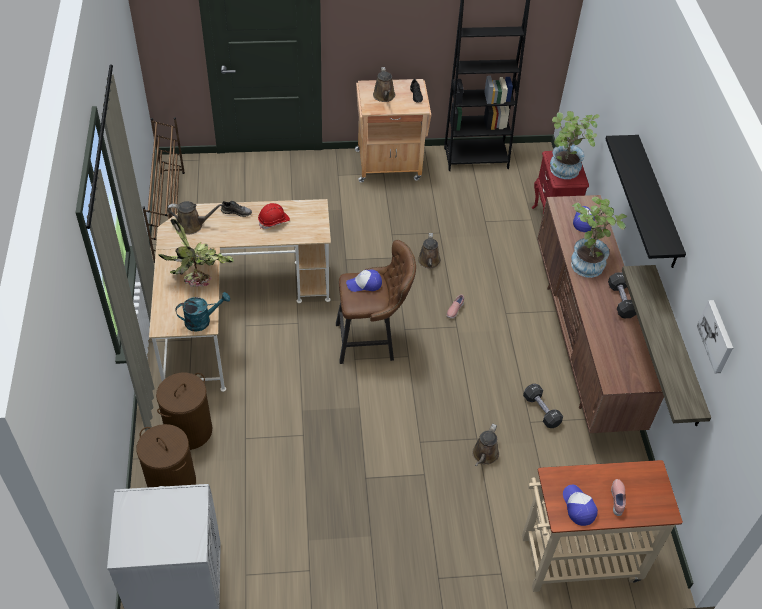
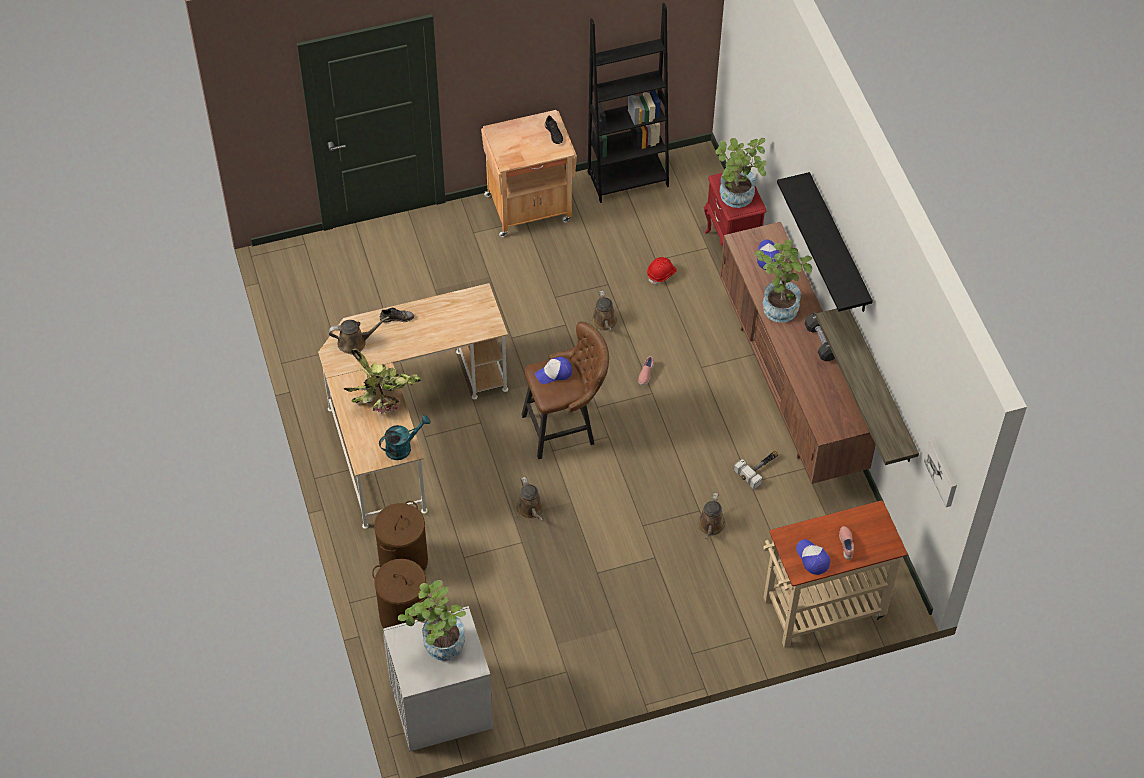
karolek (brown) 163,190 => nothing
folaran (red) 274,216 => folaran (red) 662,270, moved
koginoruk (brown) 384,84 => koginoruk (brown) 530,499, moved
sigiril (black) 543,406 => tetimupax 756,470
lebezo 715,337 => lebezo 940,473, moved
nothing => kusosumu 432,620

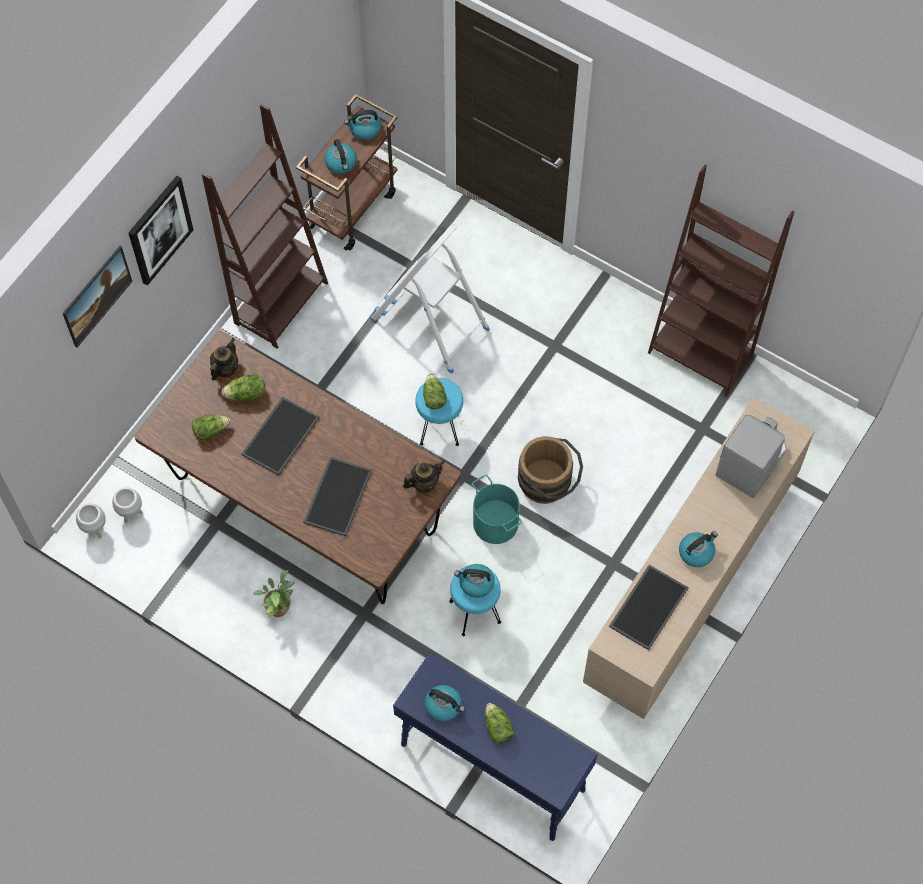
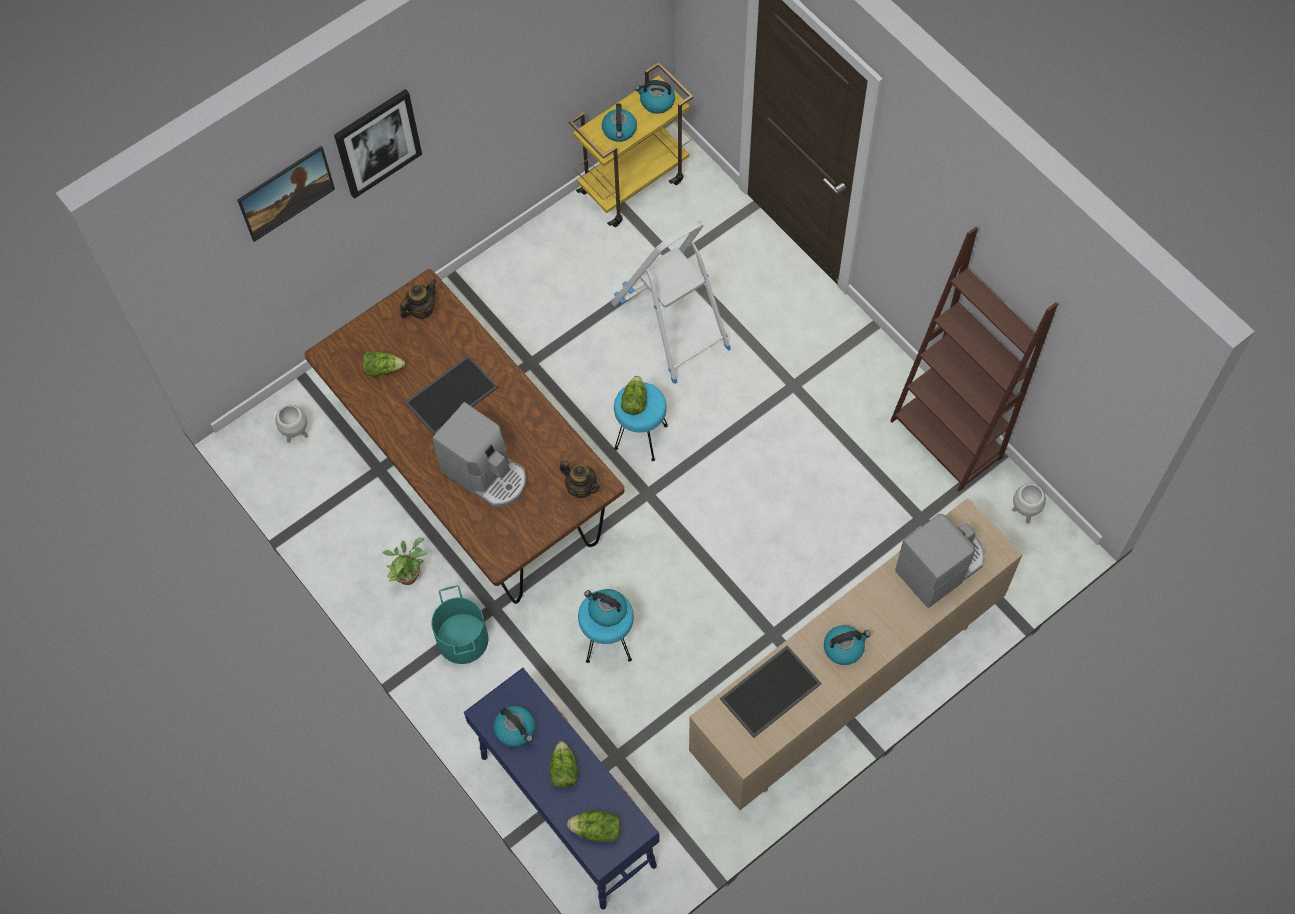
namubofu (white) 91,521 => namubofu (white) 1029,504, moved
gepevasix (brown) 265,226 => nothing
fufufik 243,387 => fufufik 594,826, moved
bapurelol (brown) 347,172 => bapurelol (yellow) 631,144
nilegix 337,496 => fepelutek 479,454
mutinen 424,477 => mutinen 580,479, 45 degrees clockwise
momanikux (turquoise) 497,509 => momanikux (turquoise) 459,624, moved
momanikux (brown) 550,470 => nothing

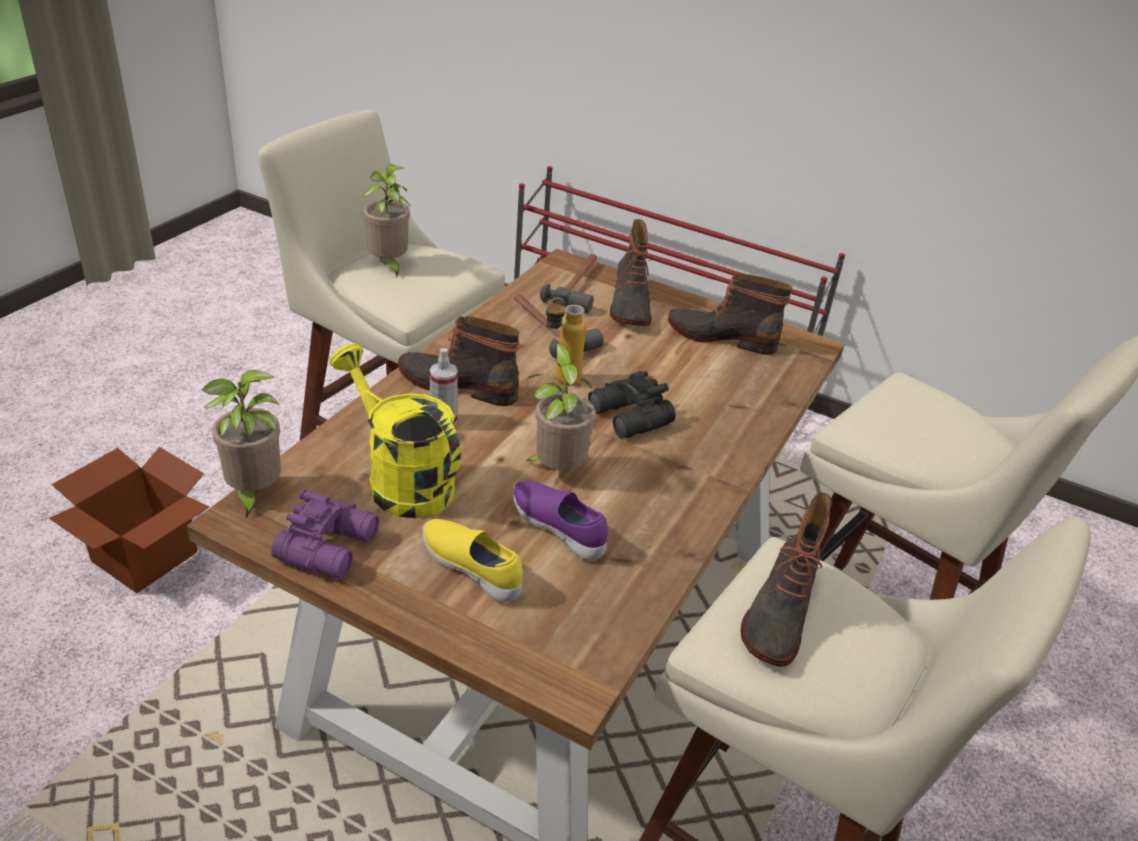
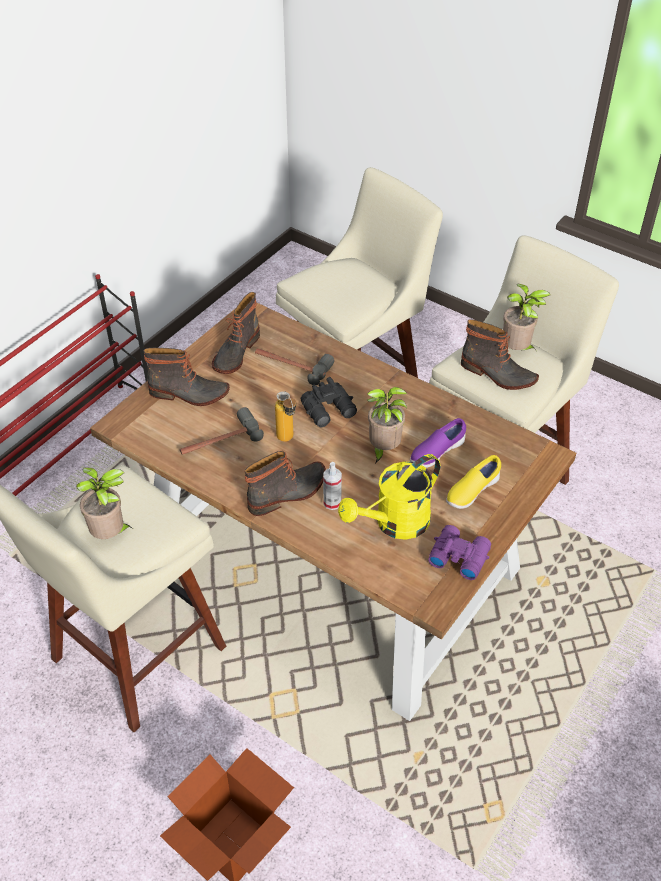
kusosumu 241,445 => kusosumu 526,317, moved
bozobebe 459,361 => bozobebe 285,483, 150 degrees counterclockwise
tetimupax 568,283 => tetimupax 295,366, moved

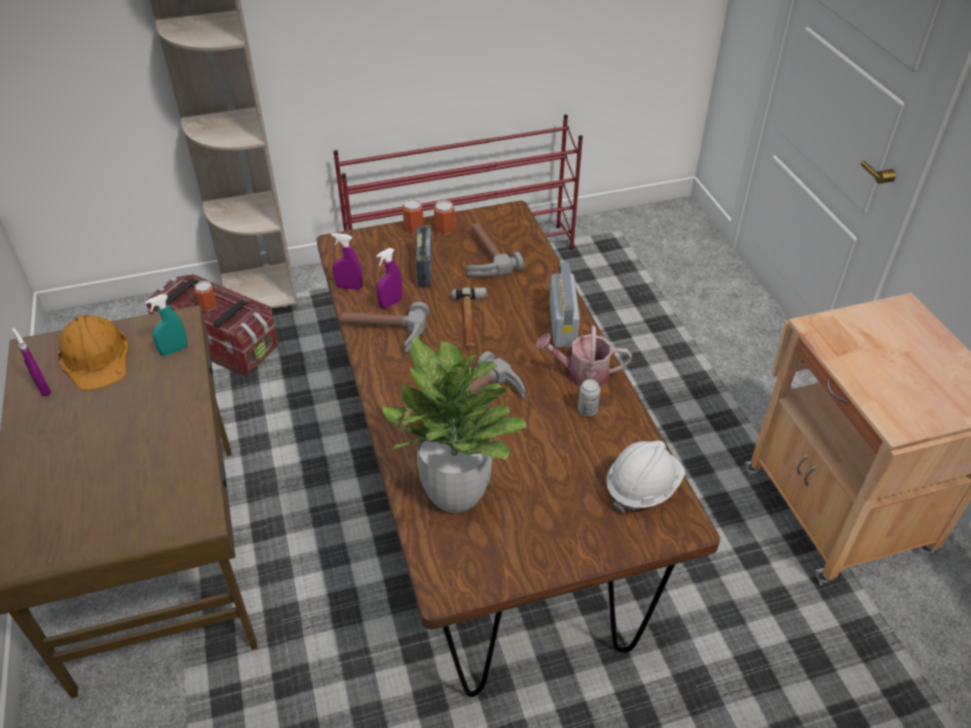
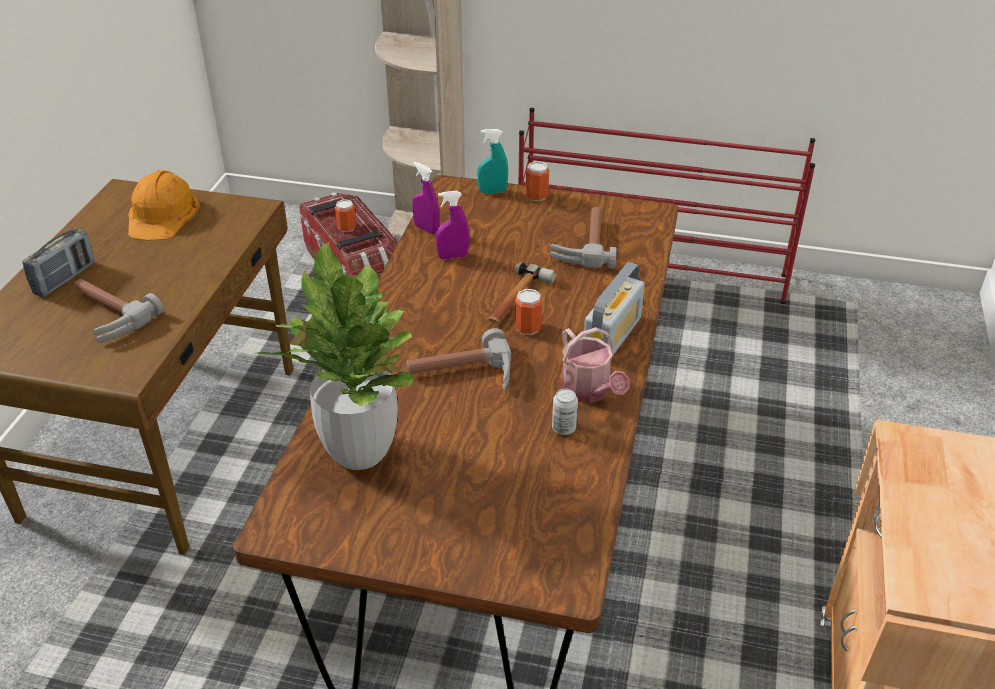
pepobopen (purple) 31,362 => nothing
pepobopen (turquoise) 166,325 => pepobopen (turquoise) 492,161, moved
tetimupax 385,327 => tetimupax 119,310, moved
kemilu 424,255 => kemilu 58,262, moved
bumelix 444,217 => bumelix 528,312, moved
koginoruk 584,356 => koginoruk 595,365, 150 degrees counterclockwise
folaran (white) 645,477 => nothing

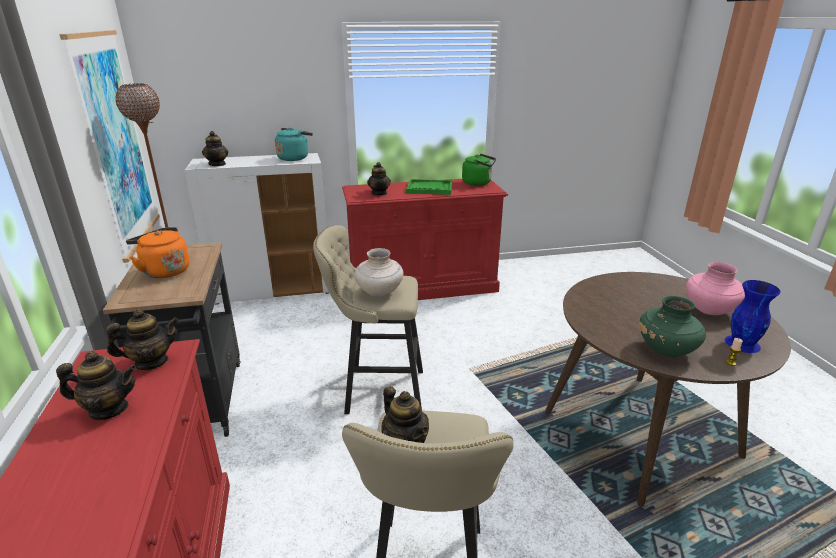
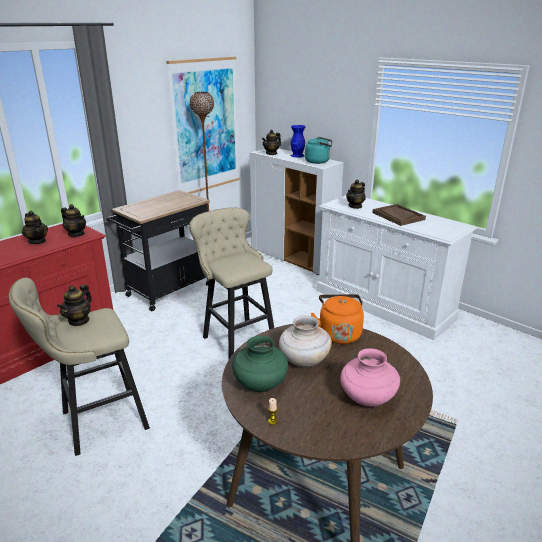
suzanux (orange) 157,252 => suzanux (orange) 337,319, moved
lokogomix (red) 425,239 => lokogomix (white) 396,267
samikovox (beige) 379,272 => samikovox (beige) 305,341, moved
nilegix (green) 429,187 => nilegix (brown) 399,215
suzanux (green) 479,170 => nothing
samikovox (blue) 753,316 => samikovox (blue) 298,141, moved

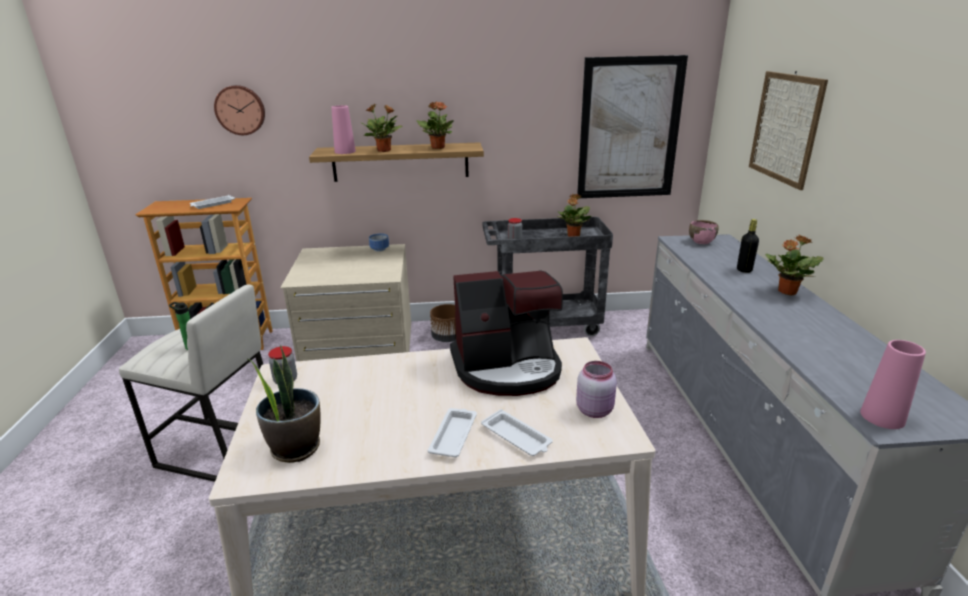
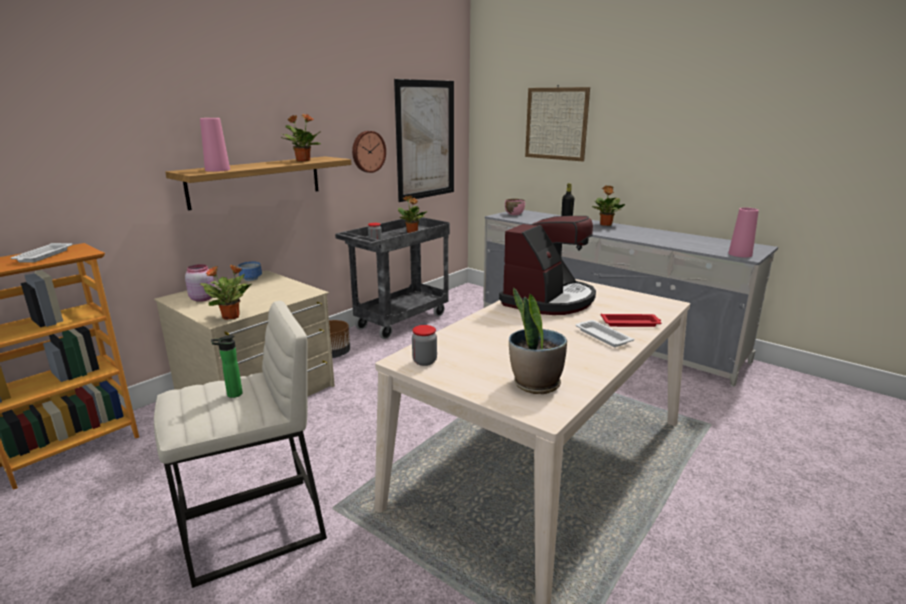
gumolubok 239,110 => gumolubok 369,152, moved
kusosumu 382,128 => kusosumu 225,292, moved
nilegix (white) 517,432 => nilegix (red) 631,320
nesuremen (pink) 596,389 => nesuremen (pink) 199,283, moved

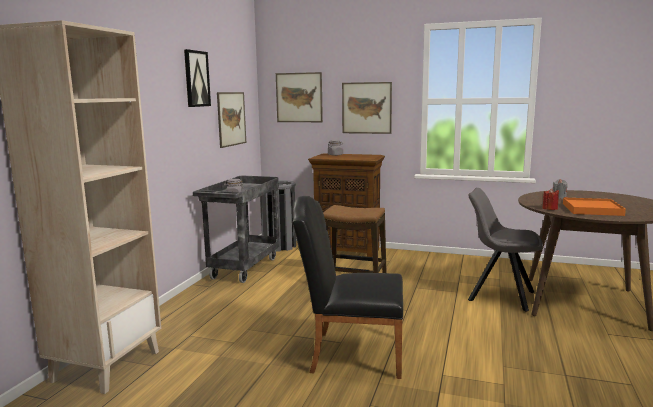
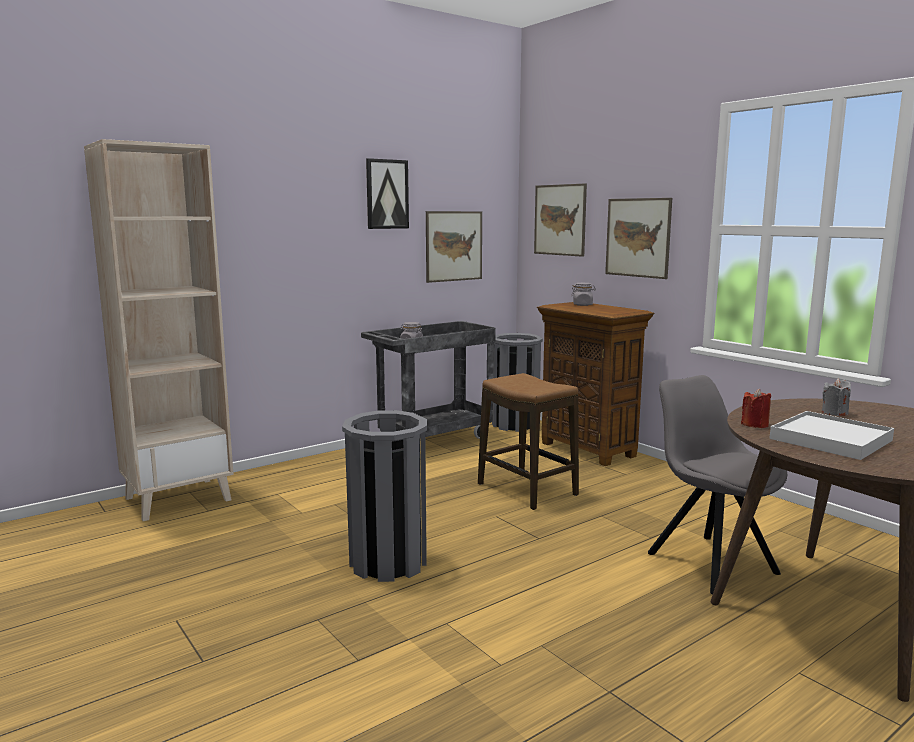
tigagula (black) 348,287 => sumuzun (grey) 384,496
nilegix (orange) 594,206 => nilegix (white) 831,435

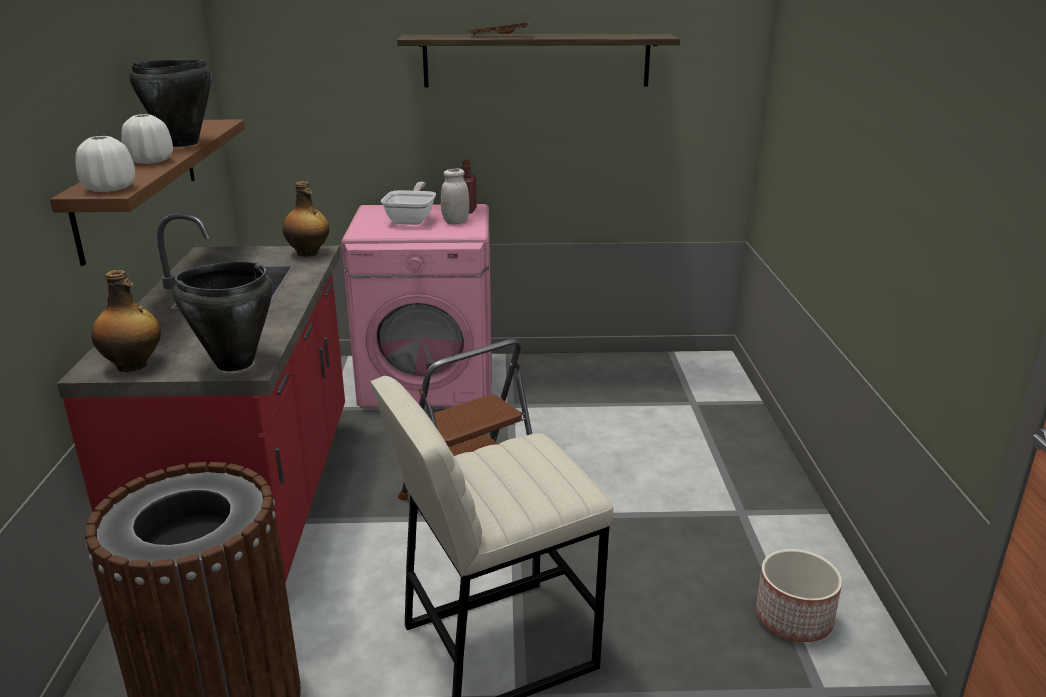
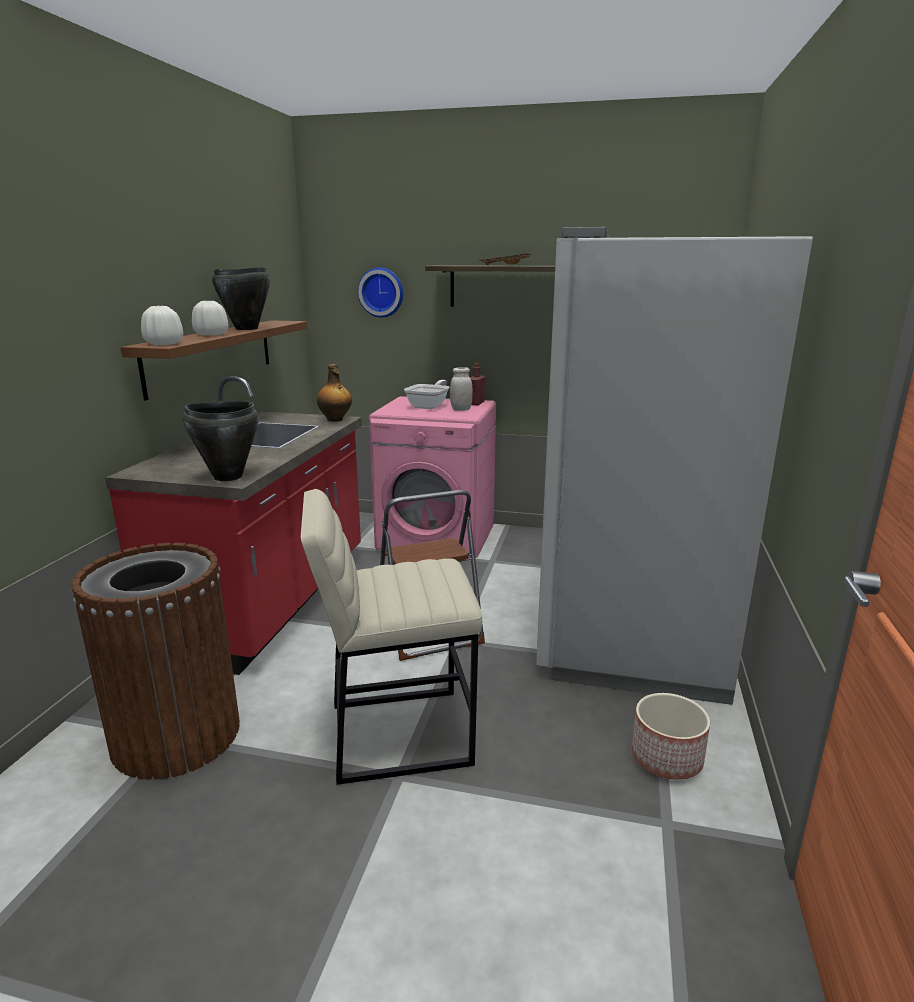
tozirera 126,321 => nothing
nothing => gumolubok 380,292
nothing => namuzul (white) 674,466

